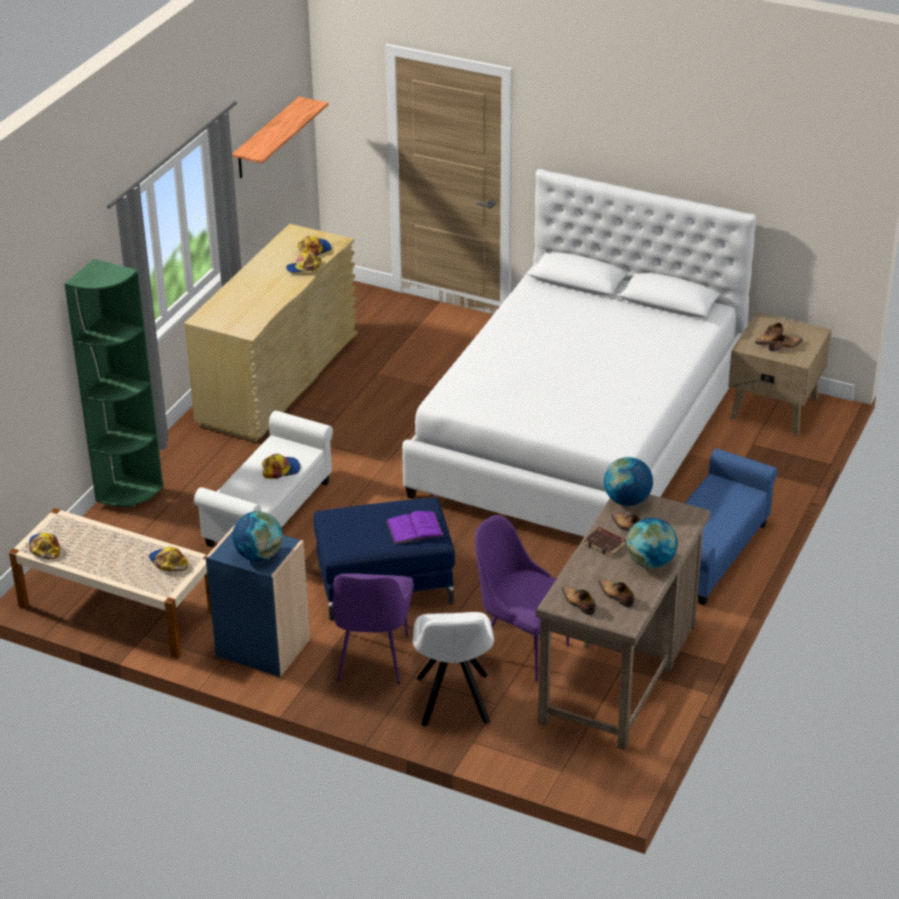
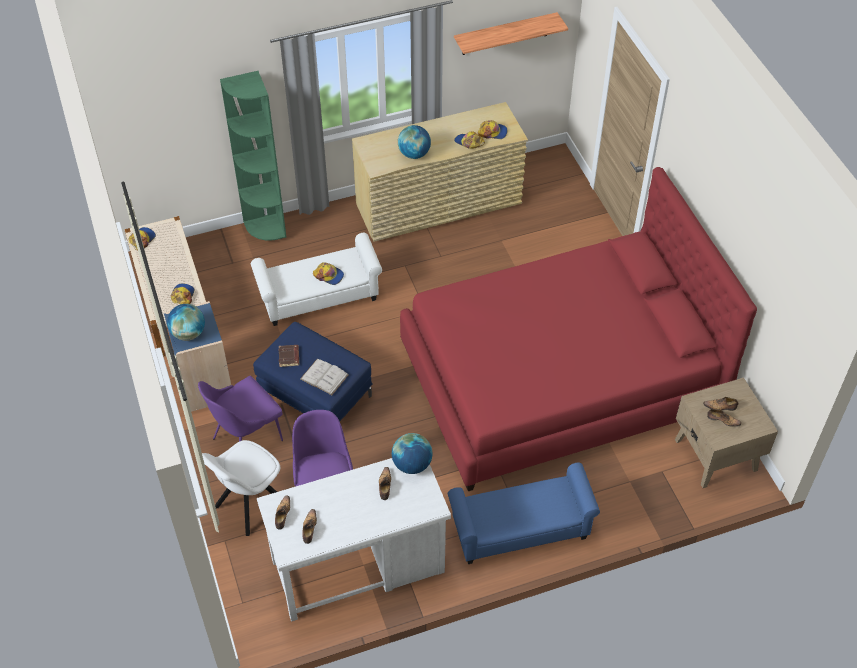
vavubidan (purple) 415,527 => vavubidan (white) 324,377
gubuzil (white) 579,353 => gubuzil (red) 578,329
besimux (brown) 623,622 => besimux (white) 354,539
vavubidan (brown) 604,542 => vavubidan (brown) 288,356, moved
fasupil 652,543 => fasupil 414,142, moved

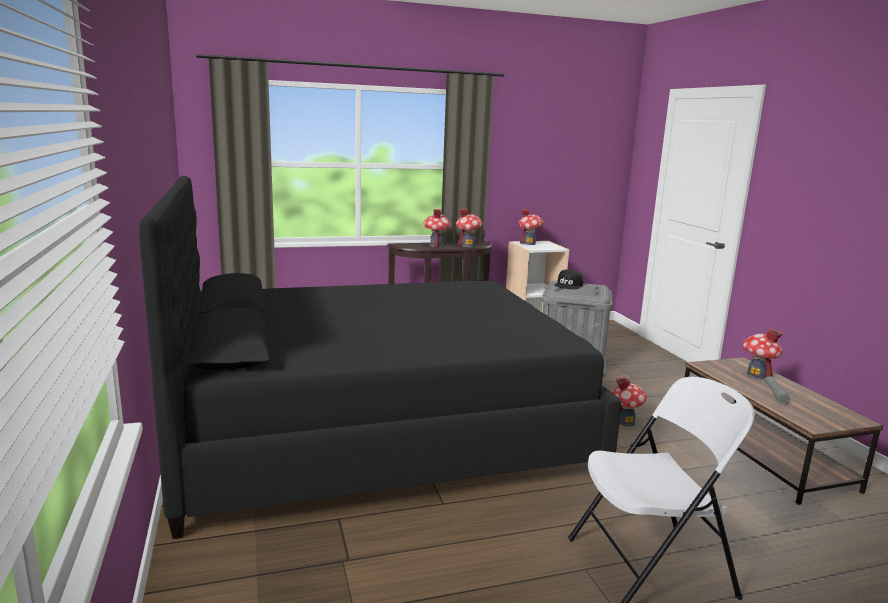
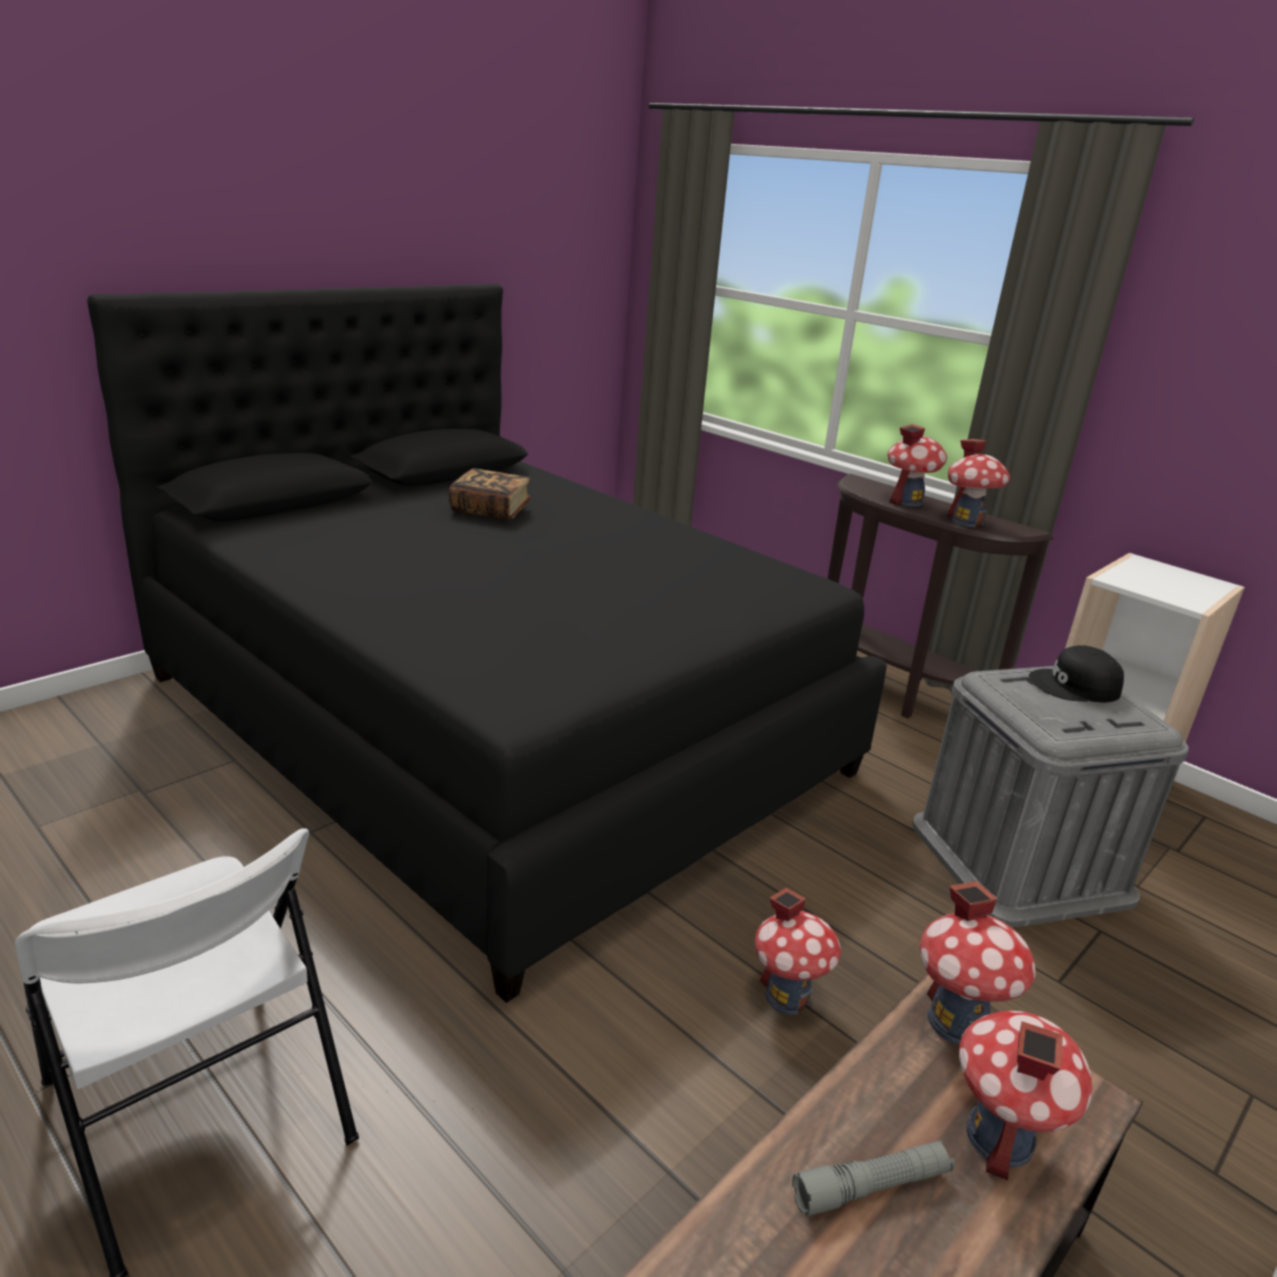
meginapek 531,227 => meginapek 977,963, moved
nothing => vavubidan 490,494

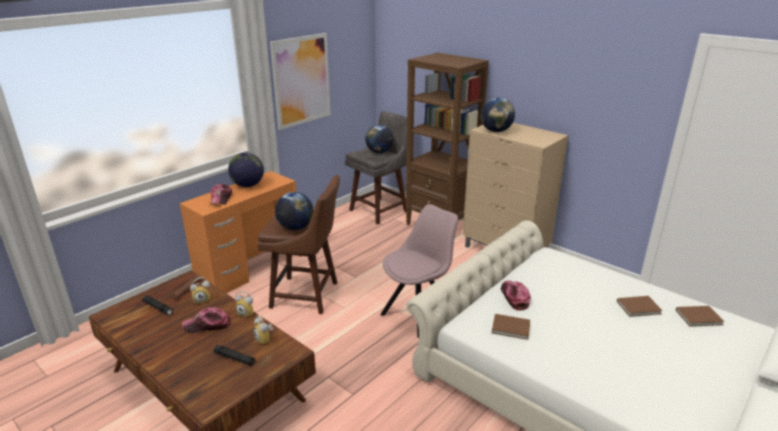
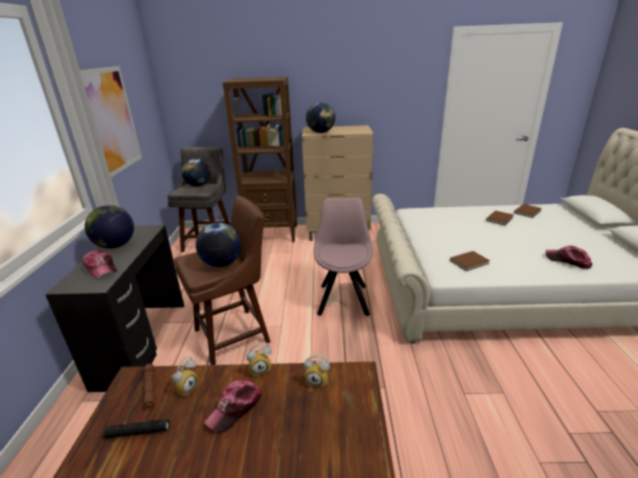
besimux (orange) 241,232 => besimux (black) 114,308
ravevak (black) 235,355 => nothing
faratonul 516,295 => faratonul 569,257, moved

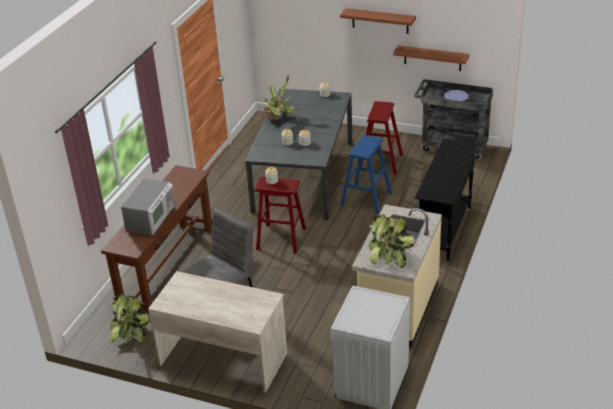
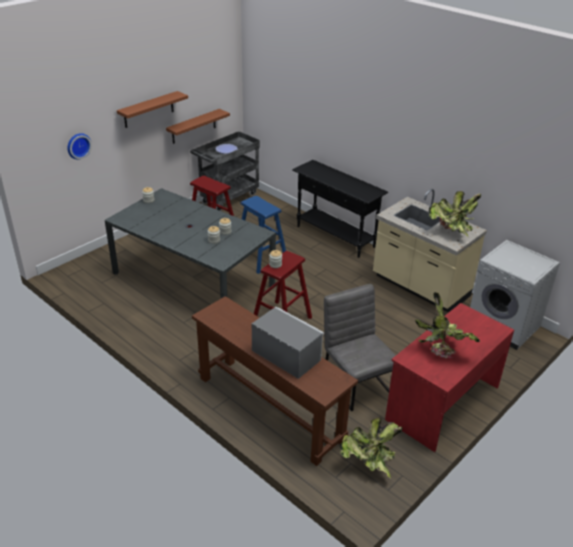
besimux (beige) 217,332 => besimux (red) 449,377
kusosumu 282,97 => kusosumu 447,325, moved
nothing => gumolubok 79,146

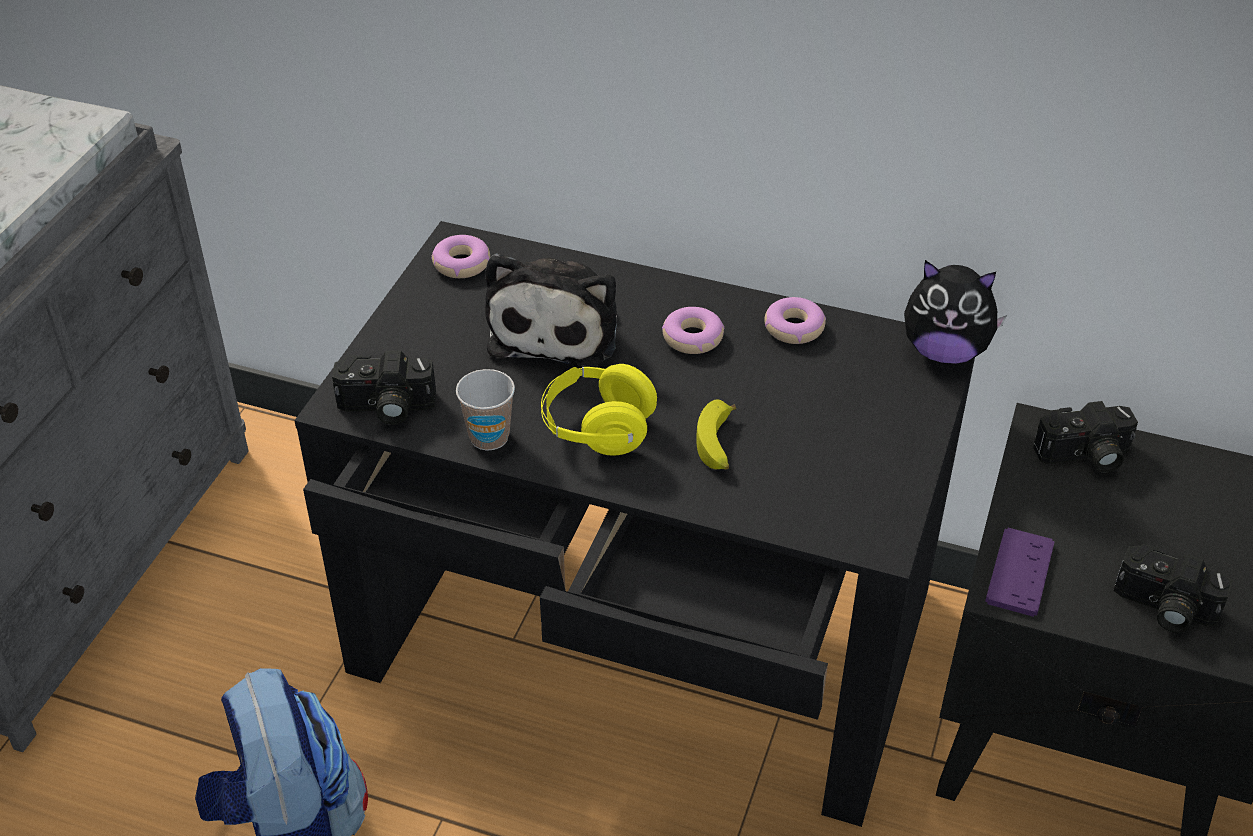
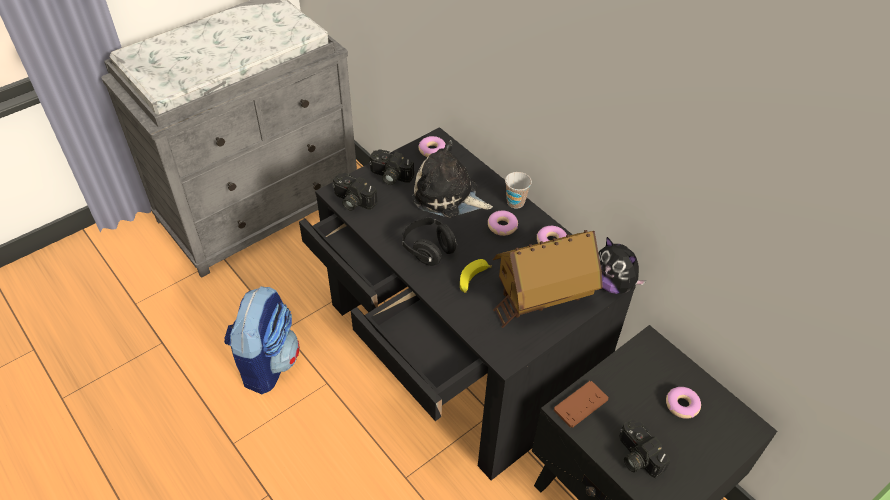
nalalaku 485,410 => nalalaku 518,190, moved
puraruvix 551,310 => puraruvix 452,179, 75 degrees clockwise
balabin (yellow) 599,410 => balabin (black) 430,241
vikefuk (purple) 1020,572 => vikefuk (brown) 581,404
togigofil 1085,437 => togigofil 391,167, moved
nothing => meginapek 547,279
nothing => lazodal 683,403

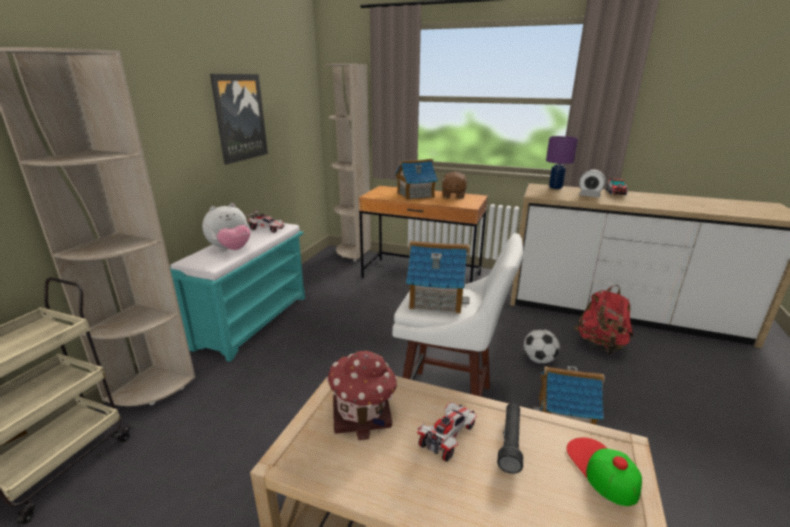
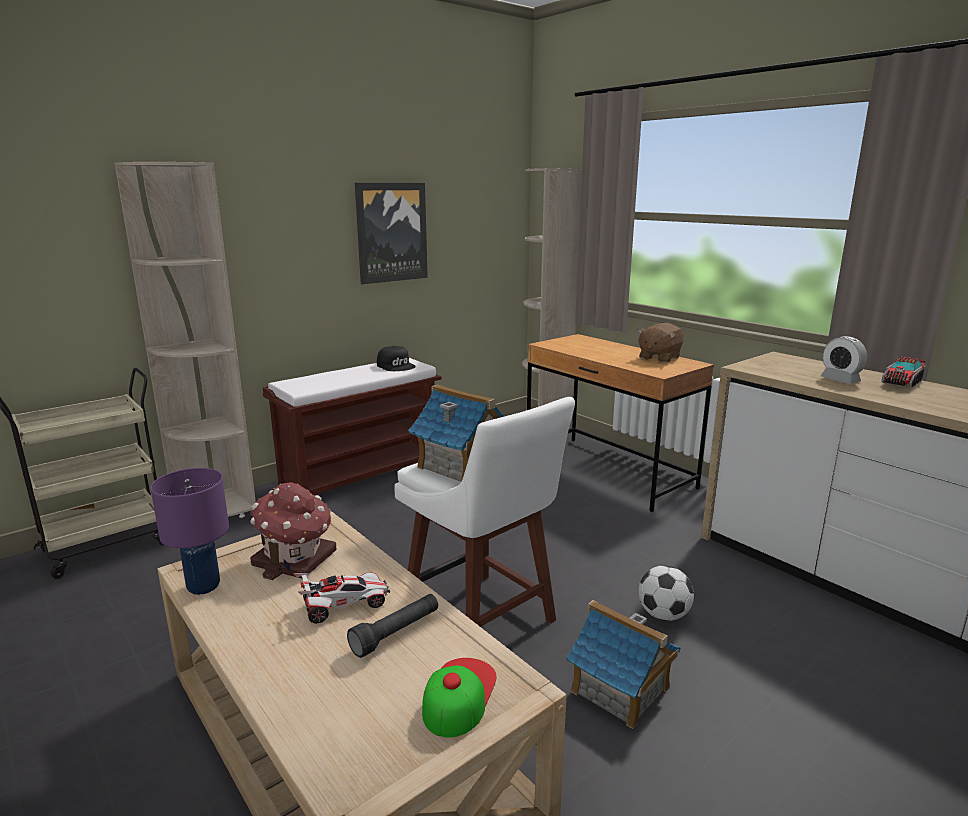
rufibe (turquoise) 237,292 => rufibe (brown) 352,427
puraruvix 226,227 => nothing
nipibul 265,221 => faratonul (black) 396,358
meginapek 416,179 => nothing
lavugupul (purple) 562,162 => lavugupul (purple) 189,531, moved
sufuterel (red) 603,319 => nothing

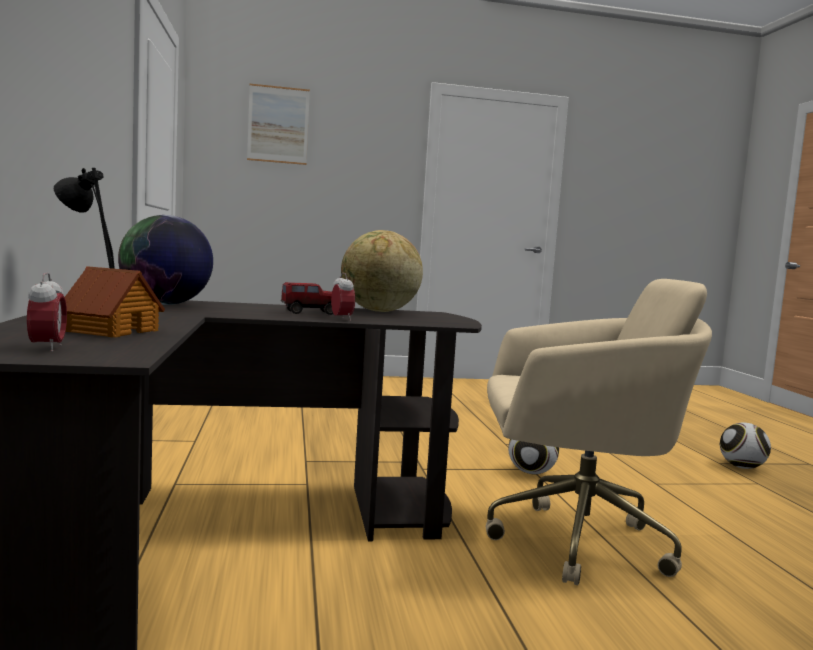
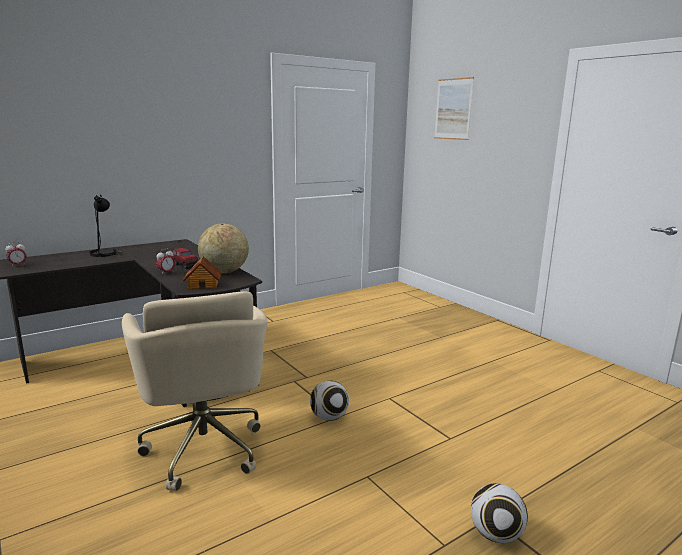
meginapek 115,302 => meginapek 202,272, moved
fasupil 165,260 => nothing

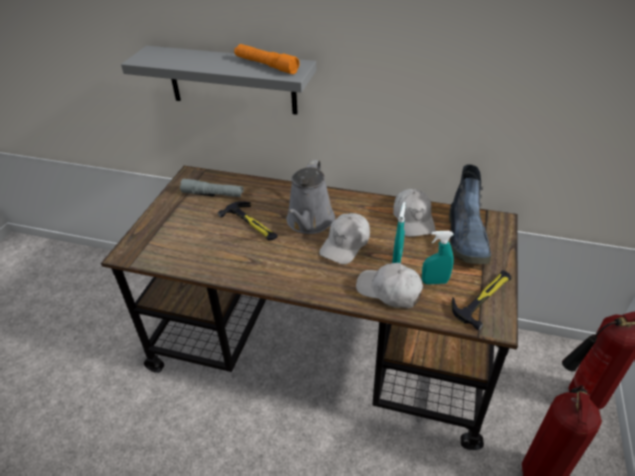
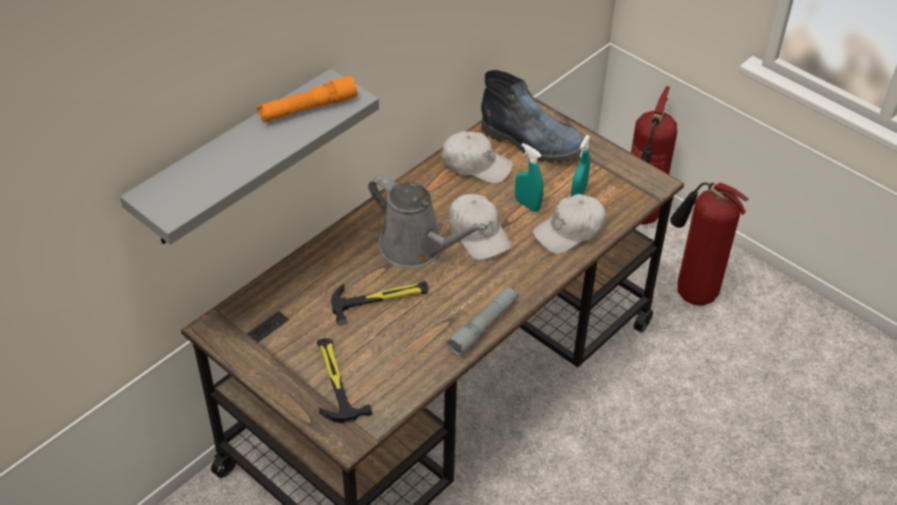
ravevak (grey) 212,188 => ravevak (grey) 483,321, moved
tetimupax 481,300 => tetimupax 344,380, moved

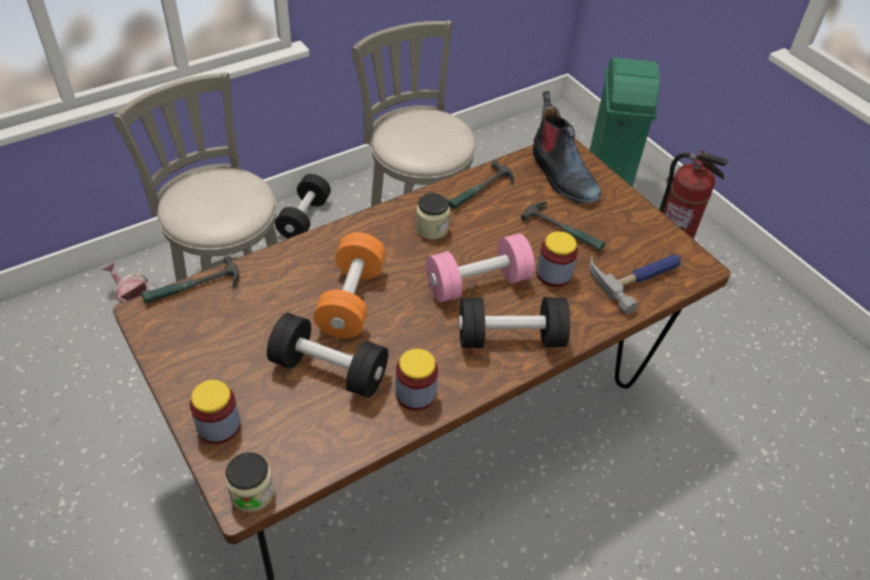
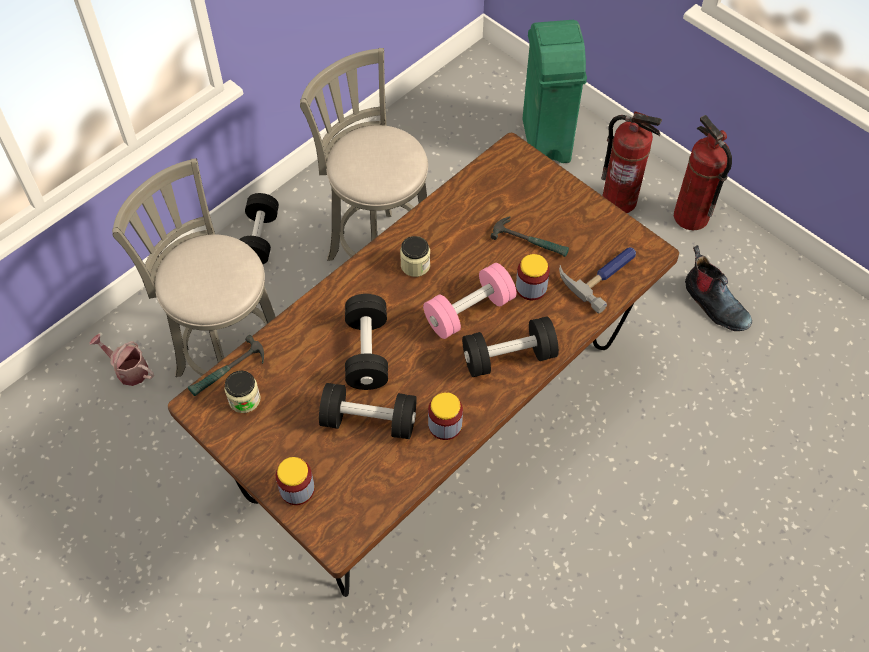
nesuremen 249,482 => nesuremen 242,392, moved
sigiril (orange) 349,285 => sigiril (black) 366,342
tetimupax 481,185 => nothing
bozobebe 567,147 => bozobebe 718,288, moved
nothing => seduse 703,172

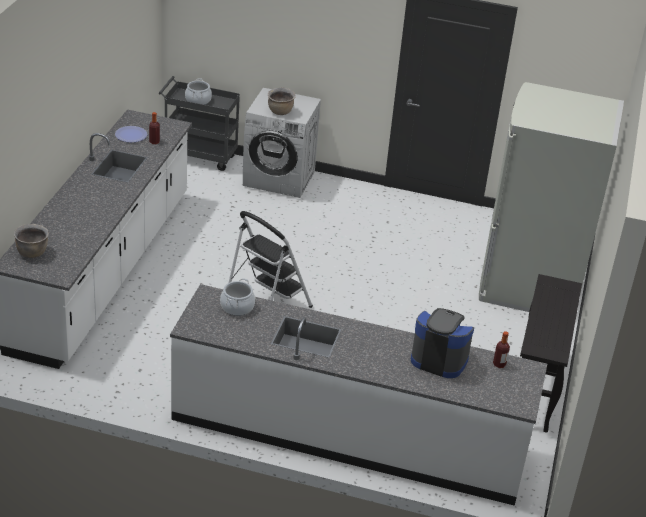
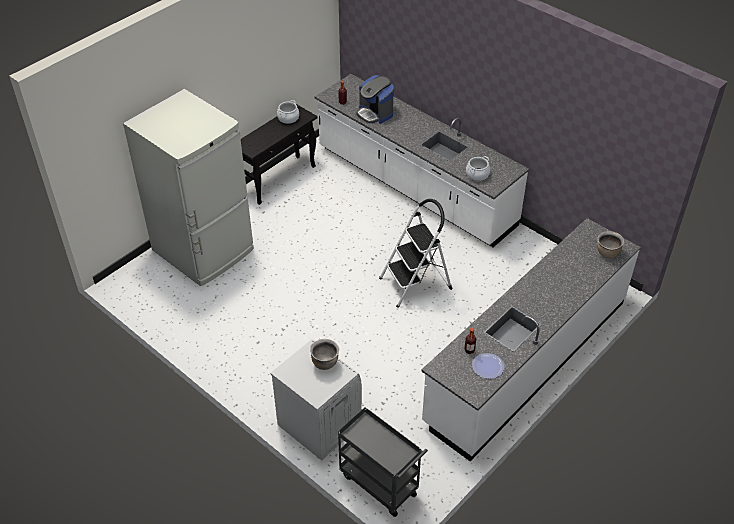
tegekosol 198,91 => tegekosol 288,112, moved

